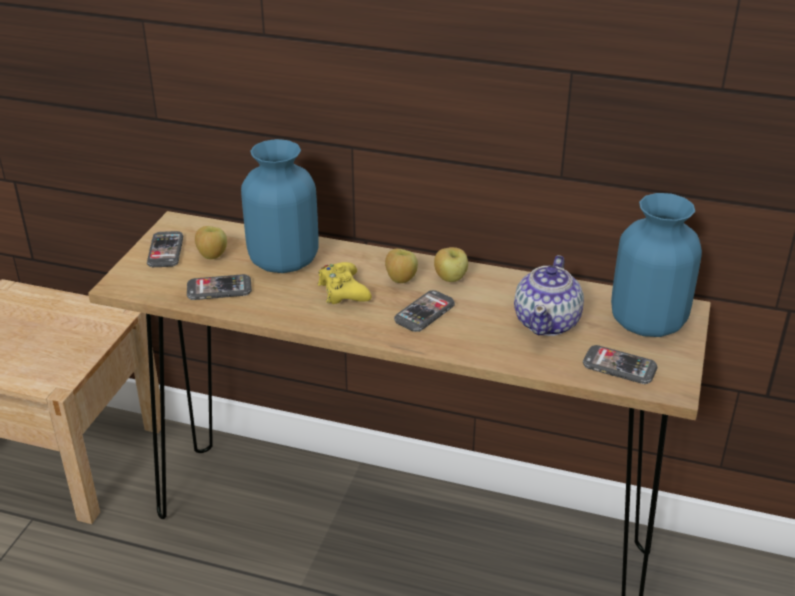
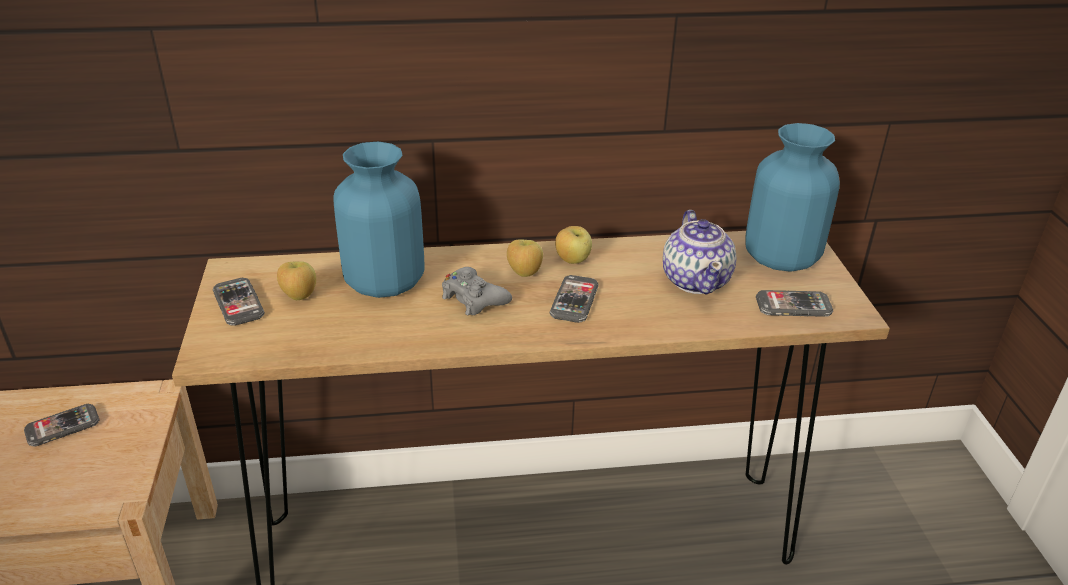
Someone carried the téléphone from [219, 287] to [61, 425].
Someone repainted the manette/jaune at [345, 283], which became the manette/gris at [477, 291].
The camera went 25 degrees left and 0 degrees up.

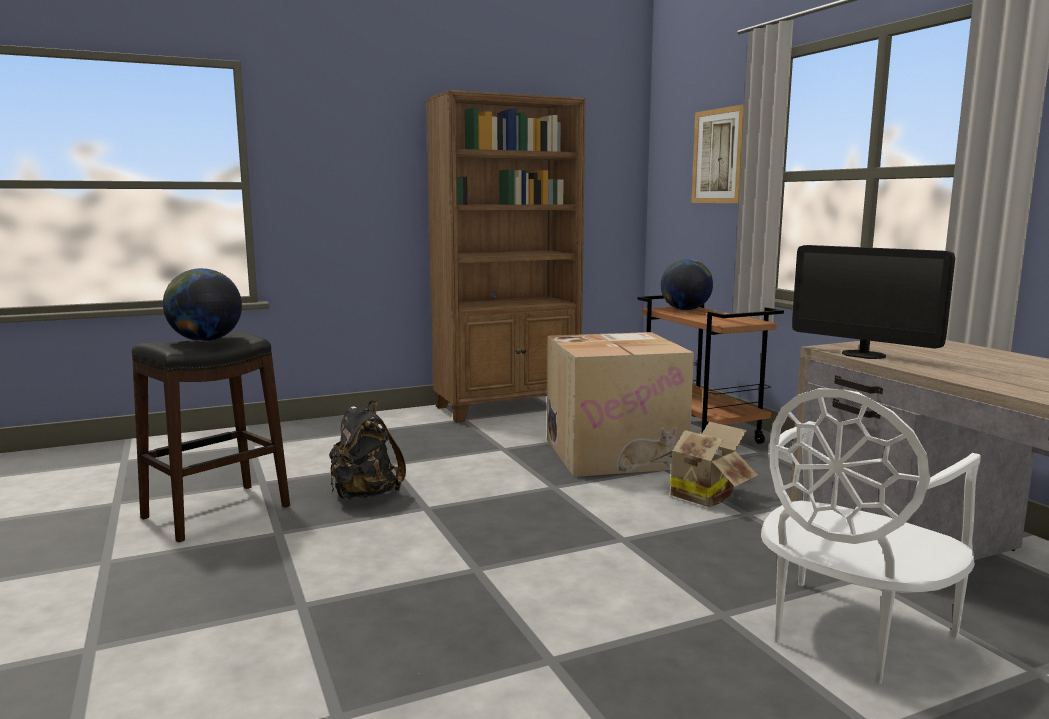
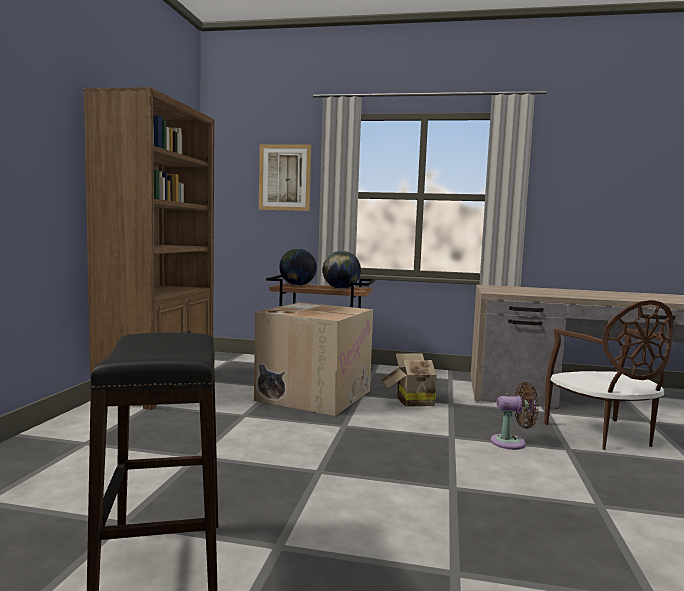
Someone carried the globe from [202, 304] to [342, 270].
Someone took away the sac à dos/noir at [367, 450].
Someone repainted the chaise/blanc at [871, 536], which became the chaise/marron at [608, 375].
Someone took away the écran d'ordinateur at [873, 302].
Someone put down the ventilateur/marron at [515, 416].
The camera went 55 degrees left and 5 degrees down.

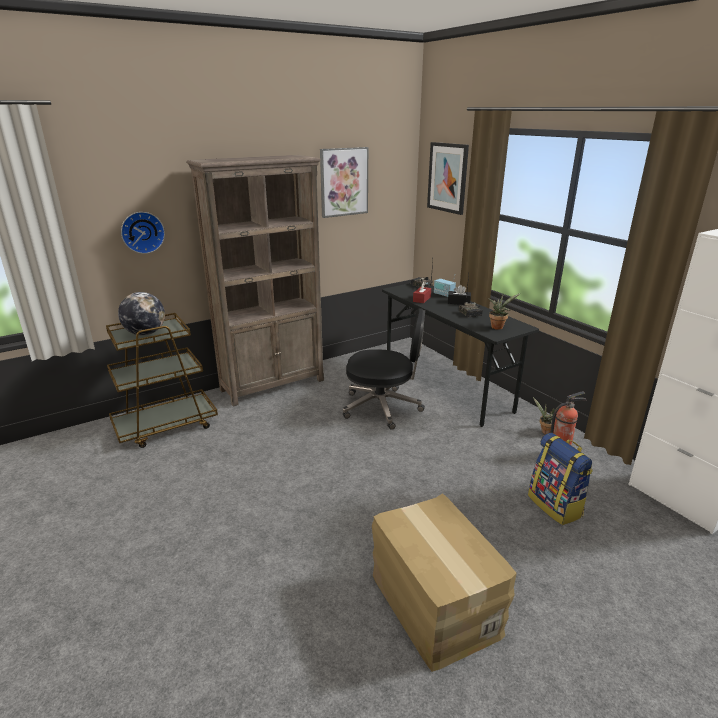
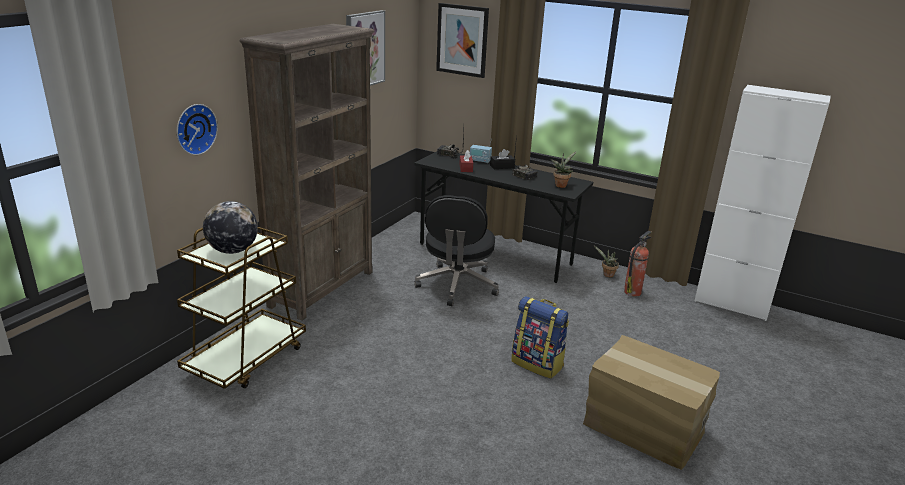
Someone rotated the chaise de bureau/noir at [384, 369] by 120 degrees clockwise.
Someone carried the sac à dos from [560, 479] to [540, 337].
The camera went 30 degrees left and 0 degrees up.

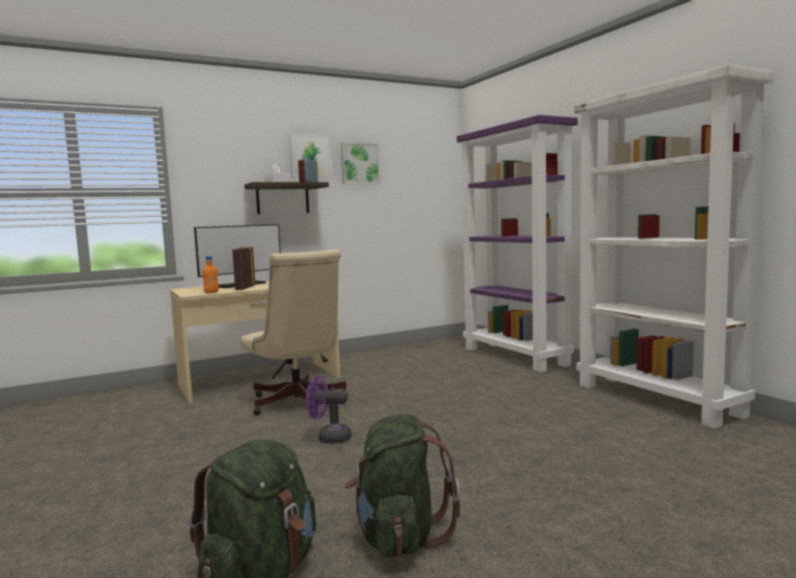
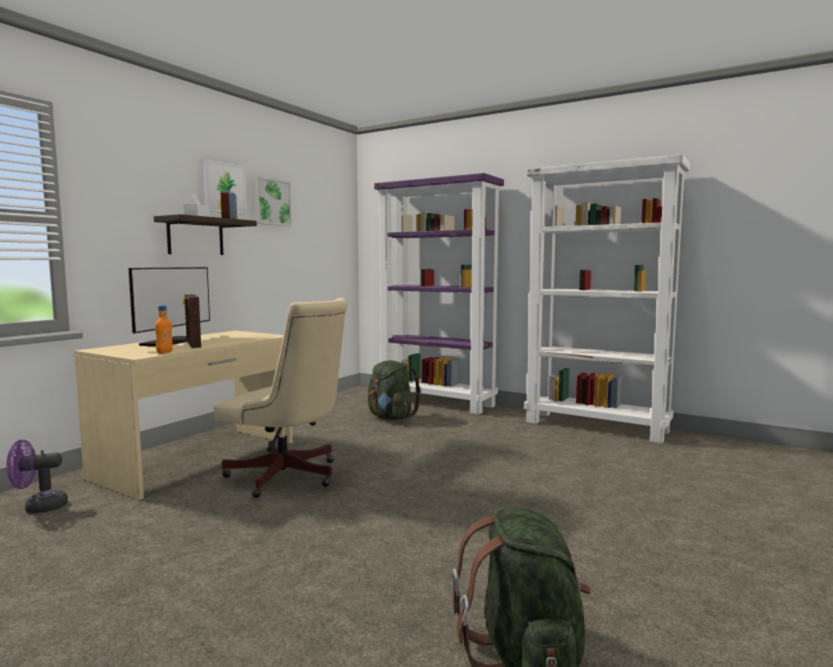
Someone carried the ventilateur/violet from [328, 410] to [37, 476].
Someone carried the sac à dos/vert from [402, 485] to [394, 390].
The camera went 30 degrees left and 0 degrees up.

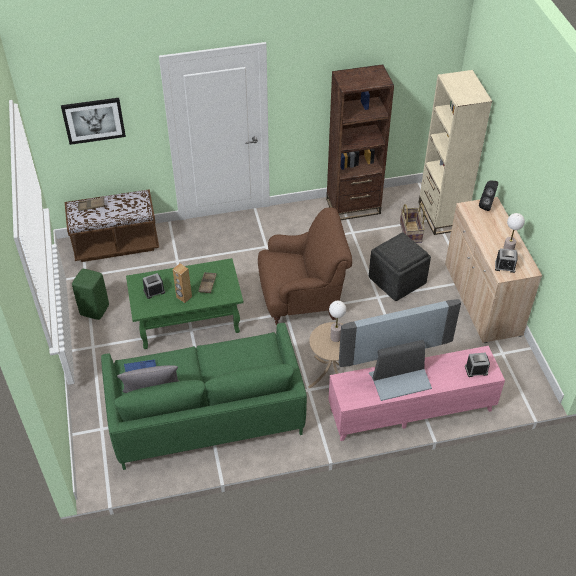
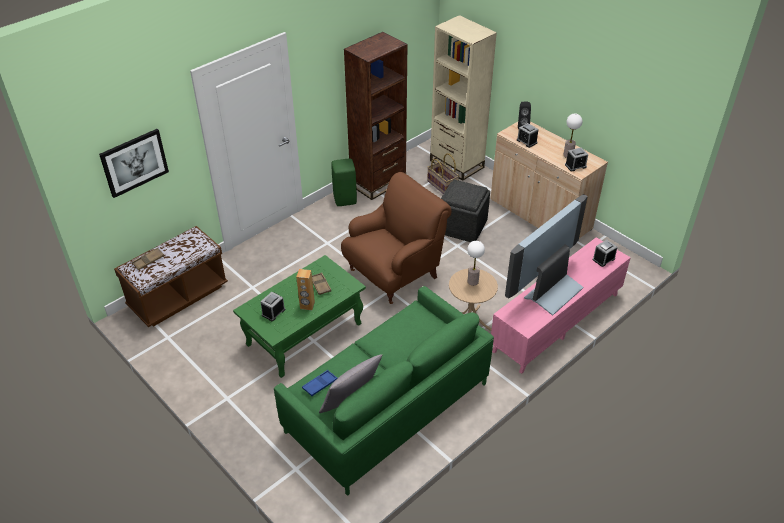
Someone carried the tabouret/vert from [90, 294] to [344, 182].
Someone put down the réveil at [527, 135].
The camera went 30 degrees left and 5 degrees down.

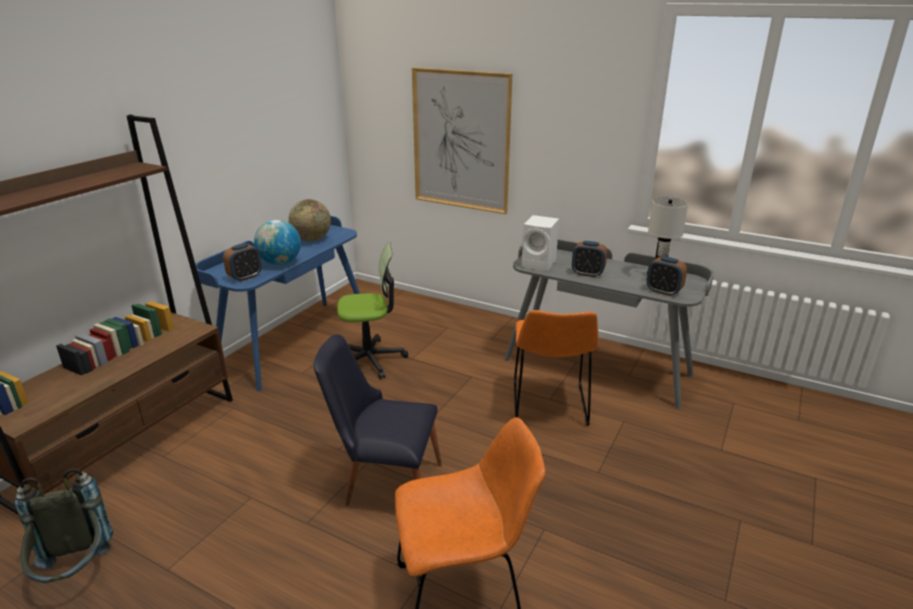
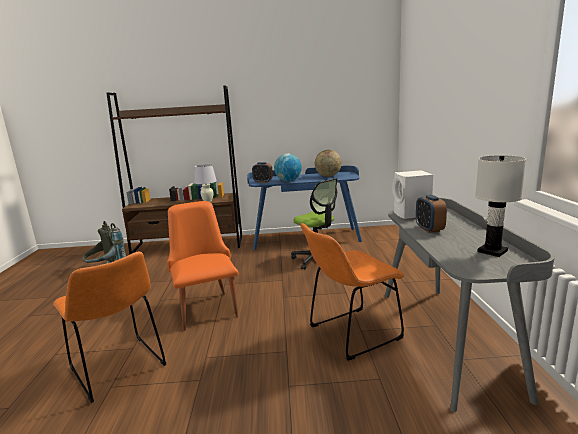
Someone repainted the chaise/noir at [378, 420], which became the chaise/orange at [202, 266].
Someone took away the tableau at [462, 140].
Someone took away the réveil at [666, 276].
Someone put down the lampe de table/blanc at [206, 183].
The camera went 60 degrees right and 10 degrees down.

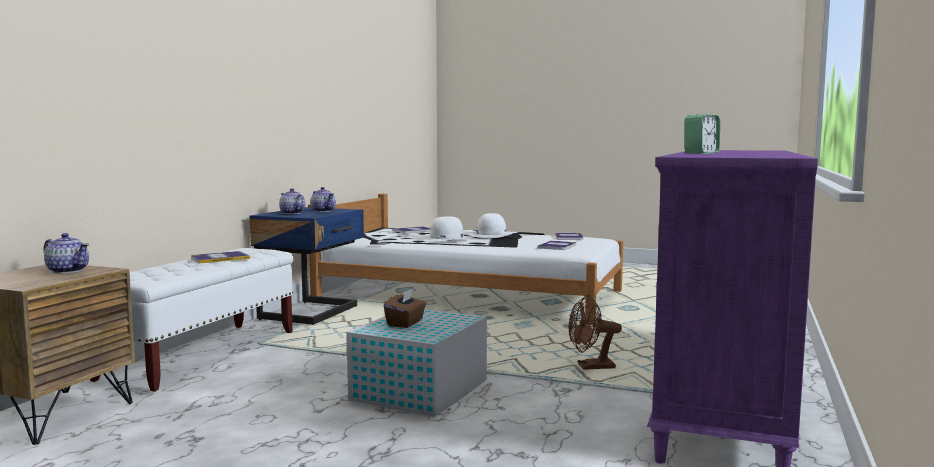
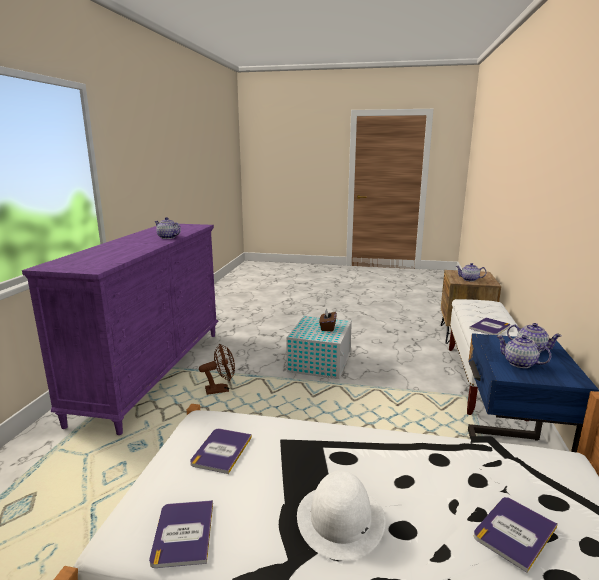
Someone took away the chapeau/blanc at [447, 229].
Someone swapped the réveil at [702, 134] for the théière at [167, 228].
The camera went 170 degrees right and 10 degrees up.

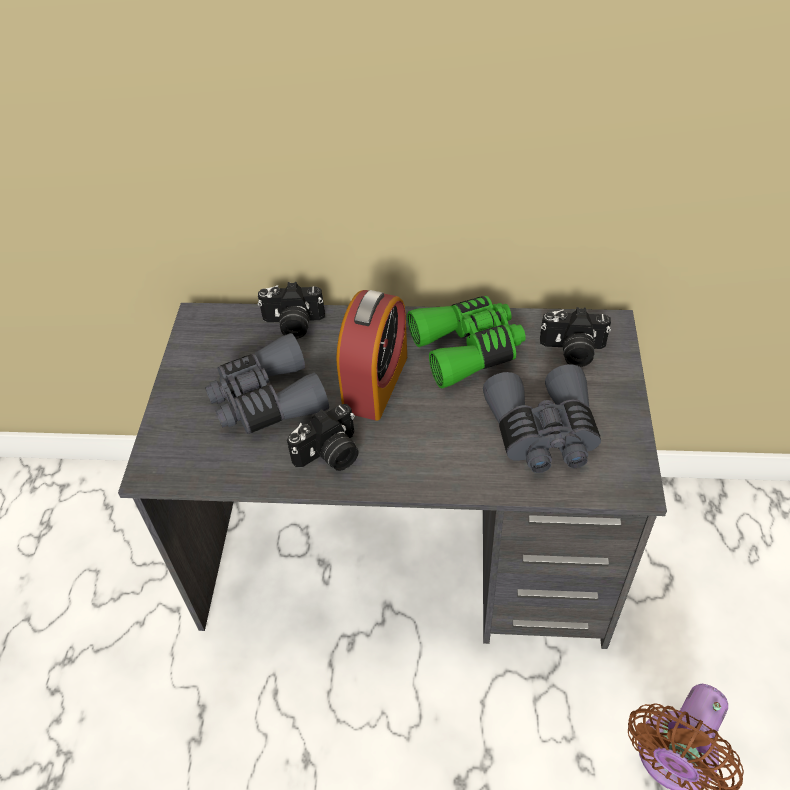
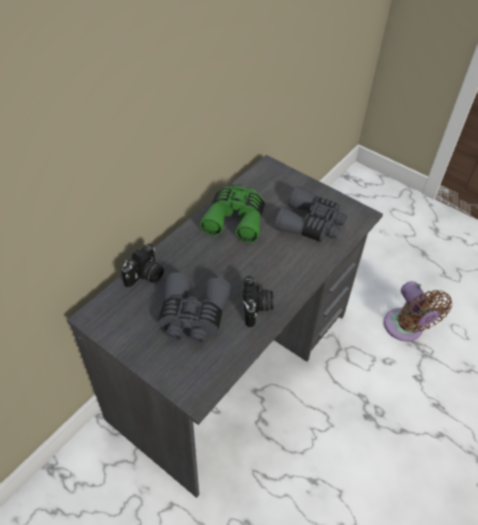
Someone took away the réveil at [371, 355].
Someone took away the appareil photo at [575, 337].
The camera went 60 degrees left and 0 degrees up.

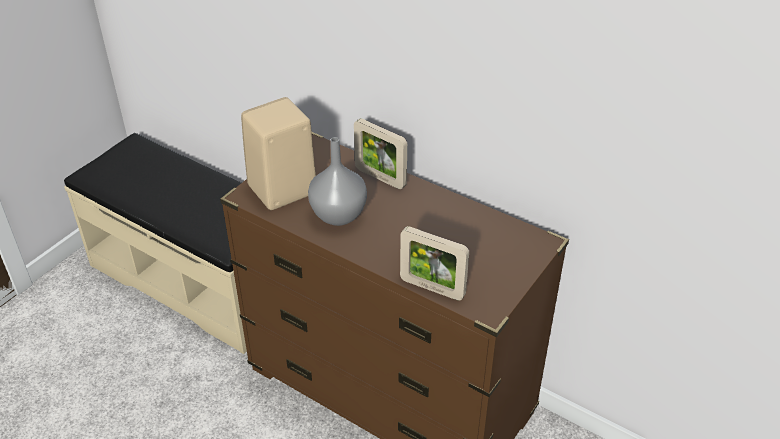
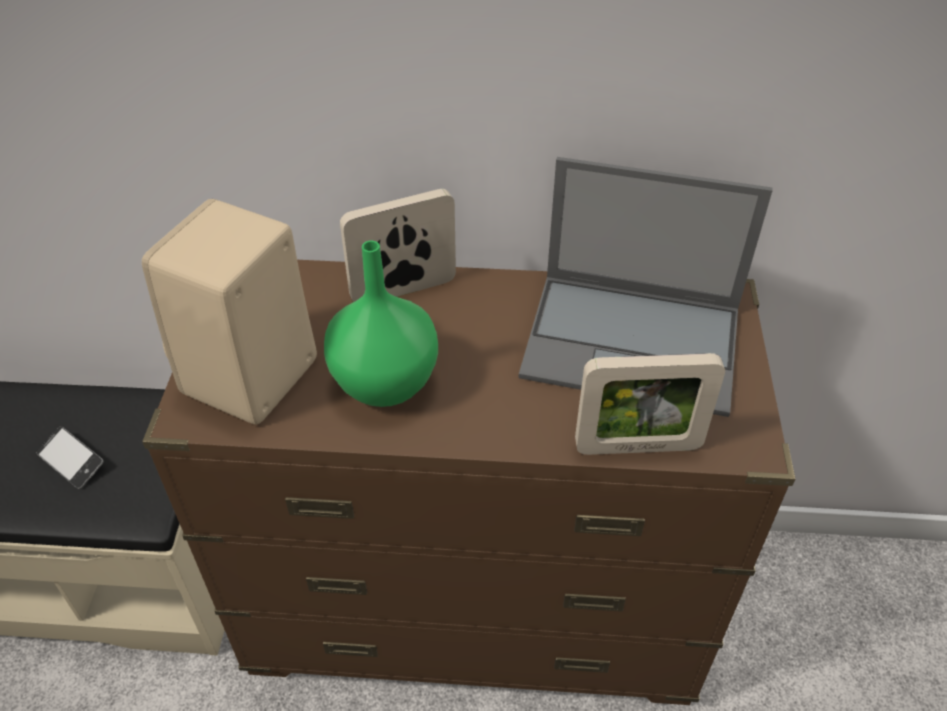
Someone repainted the vase/gris at [337, 181], which became the vase/vert at [381, 324].
Someone rotated the cadre photo at [380, 153] by 150 degrees clockwise.
Someone put down the téléphone at [70, 457].
Someone put down the ordinateur portable at [646, 287].
The camera went 30 degrees left and 5 degrees up.

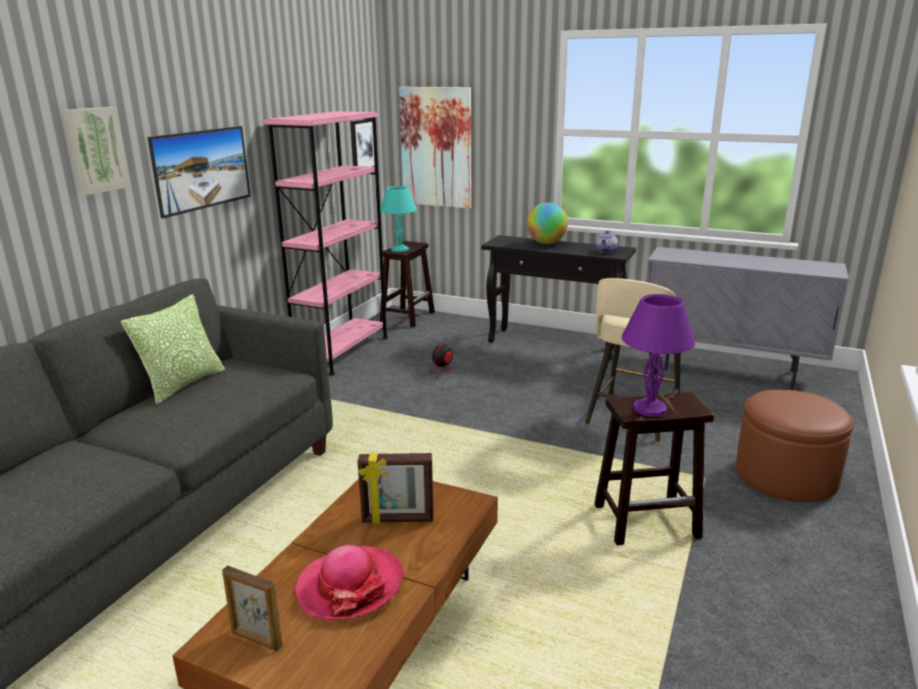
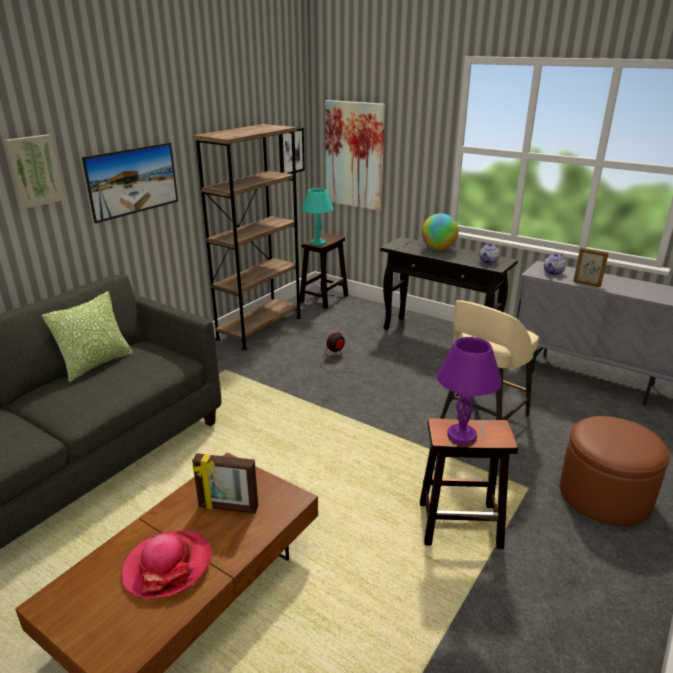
Someone carried the cadre photo from [252, 608] to [591, 267].
Someone repainted the bibliothèque/rose at [326, 243], which became the bibliothèque/marron at [246, 237].
Someone put down the théière at [555, 264].
The camera went 10 degrees right and 5 degrees up.

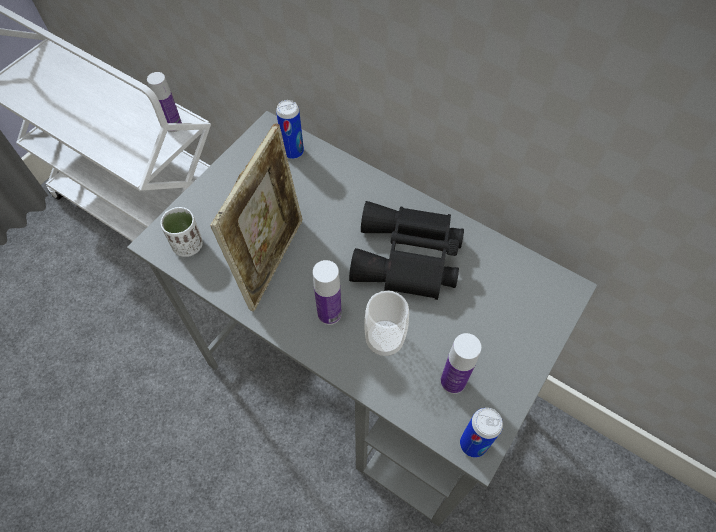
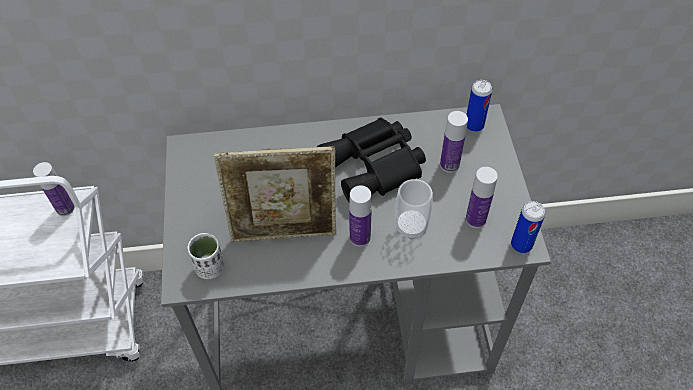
Someone rotated the cadre photo at [256, 217] by 105 degrees clockwise.
Someone carried the boîte métallique from [290, 129] to [479, 106].
Someone put down the bouteille at [454, 142].
The camera went 40 degrees left and 5 degrees down.

